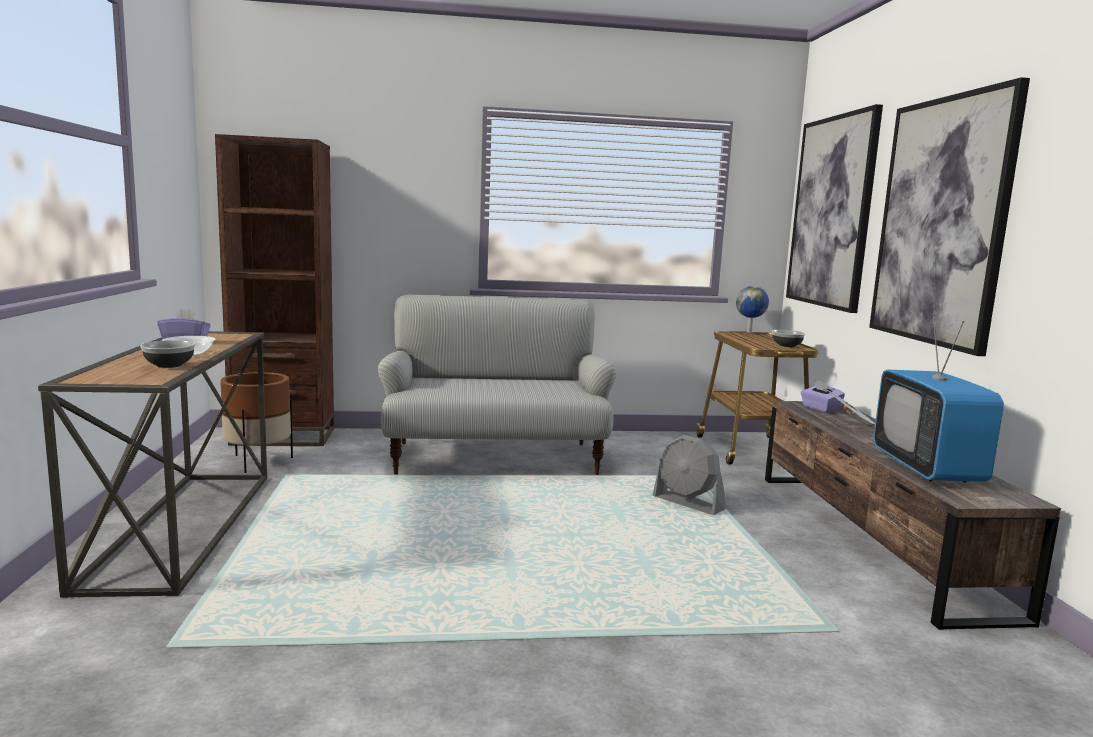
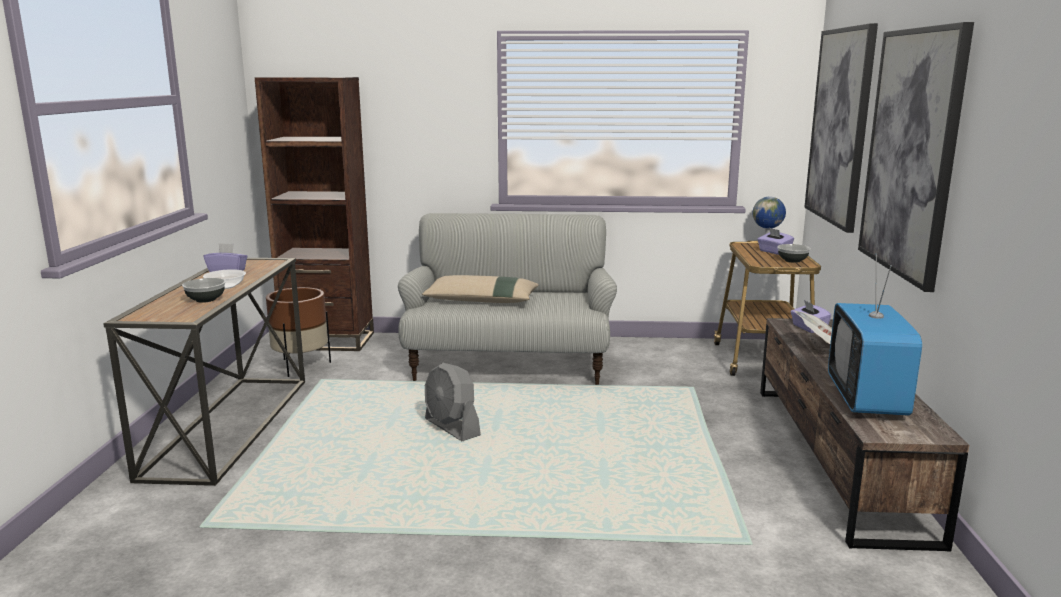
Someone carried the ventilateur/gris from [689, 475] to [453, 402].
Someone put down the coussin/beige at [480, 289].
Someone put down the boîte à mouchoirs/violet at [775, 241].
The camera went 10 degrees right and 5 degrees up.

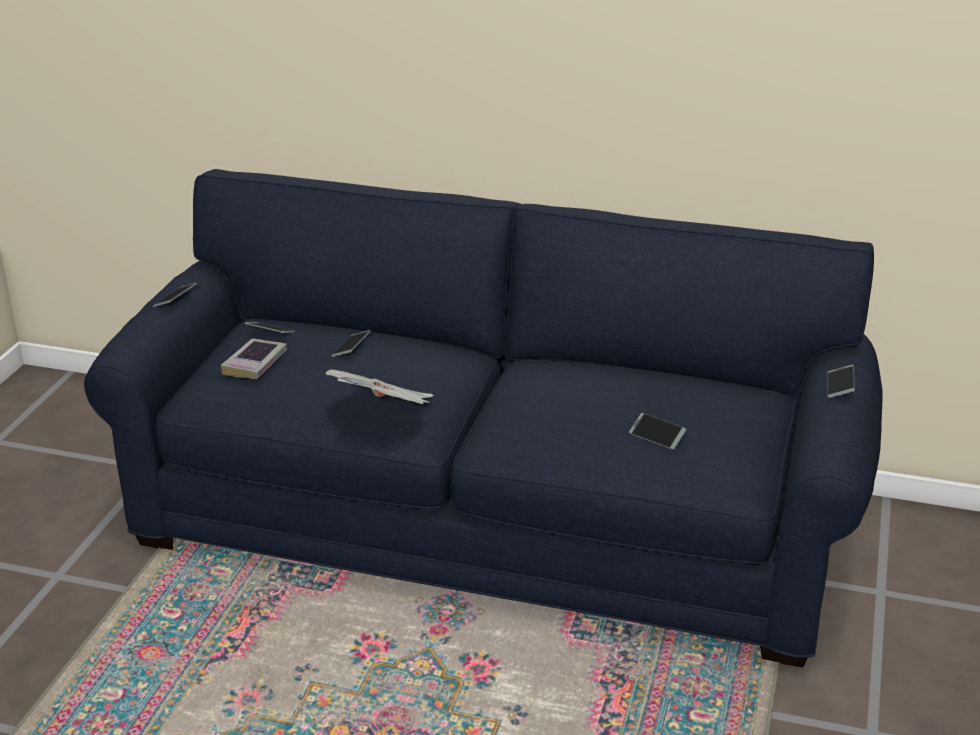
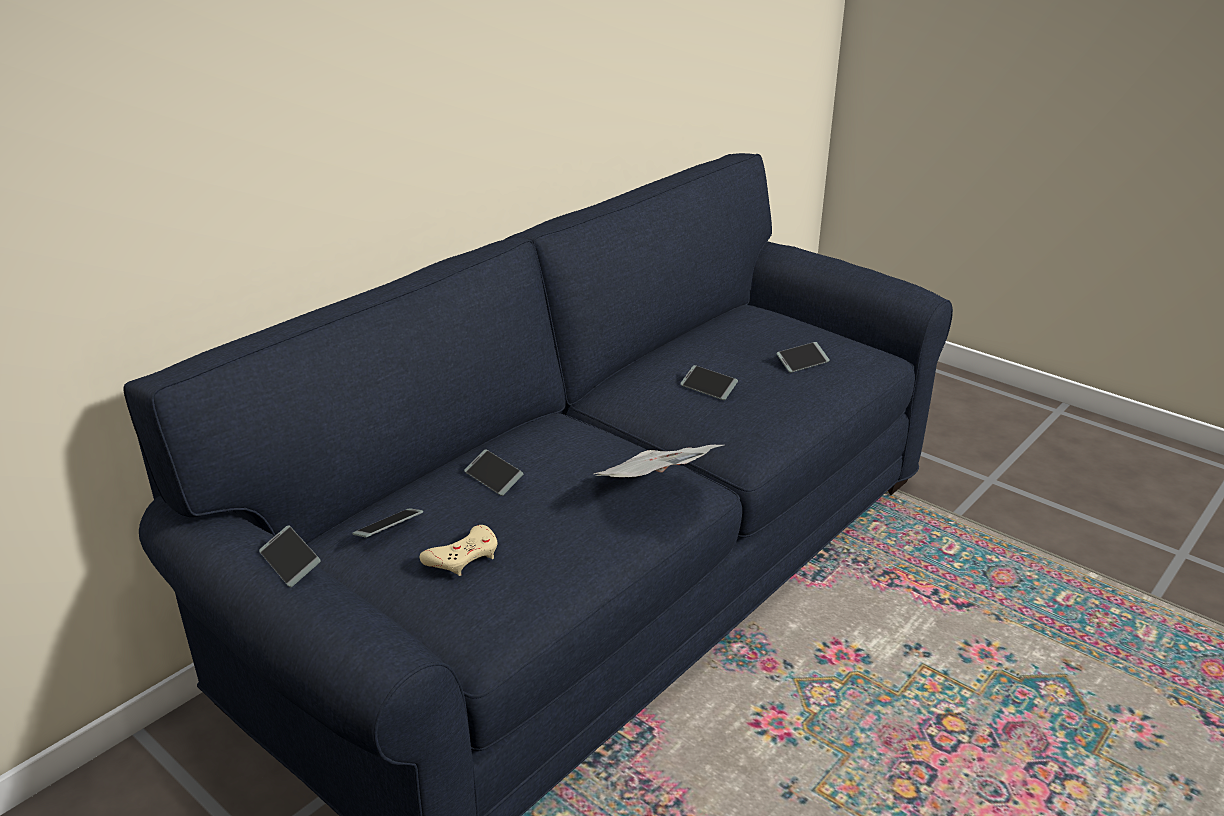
Someone swapped the livre at [254, 358] for the manette/beige at [458, 550].
Someone carried the téléphone from [841, 381] to [709, 382].
The camera went 65 degrees left and 0 degrees up.

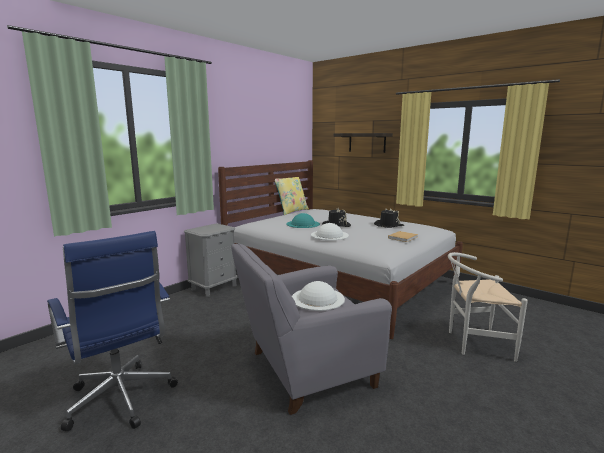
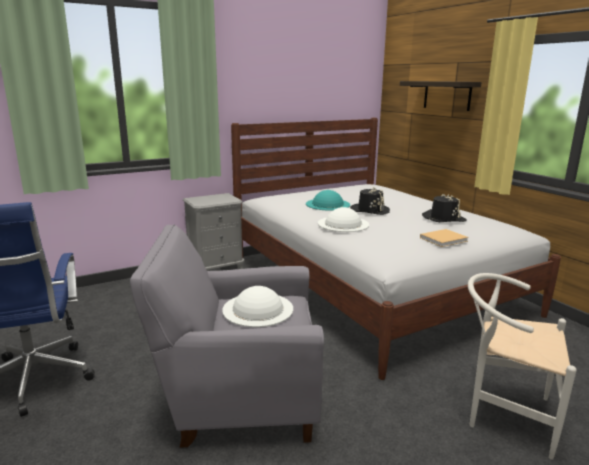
Someone took away the coussin/jaune at [292, 196].
The camera went 20 degrees right and 5 degrees up.

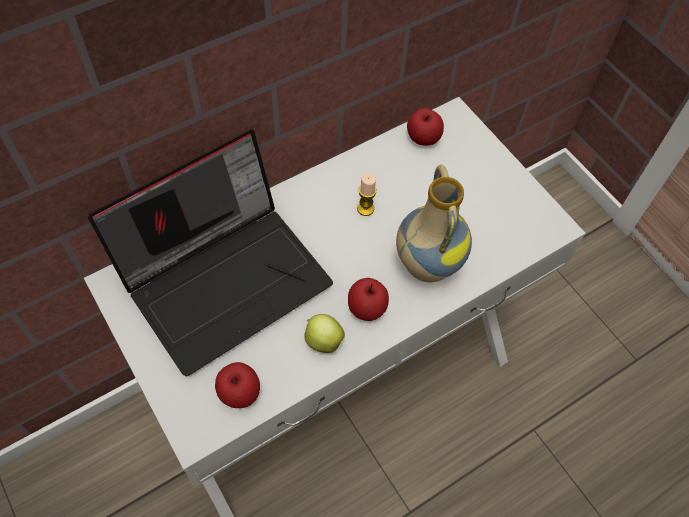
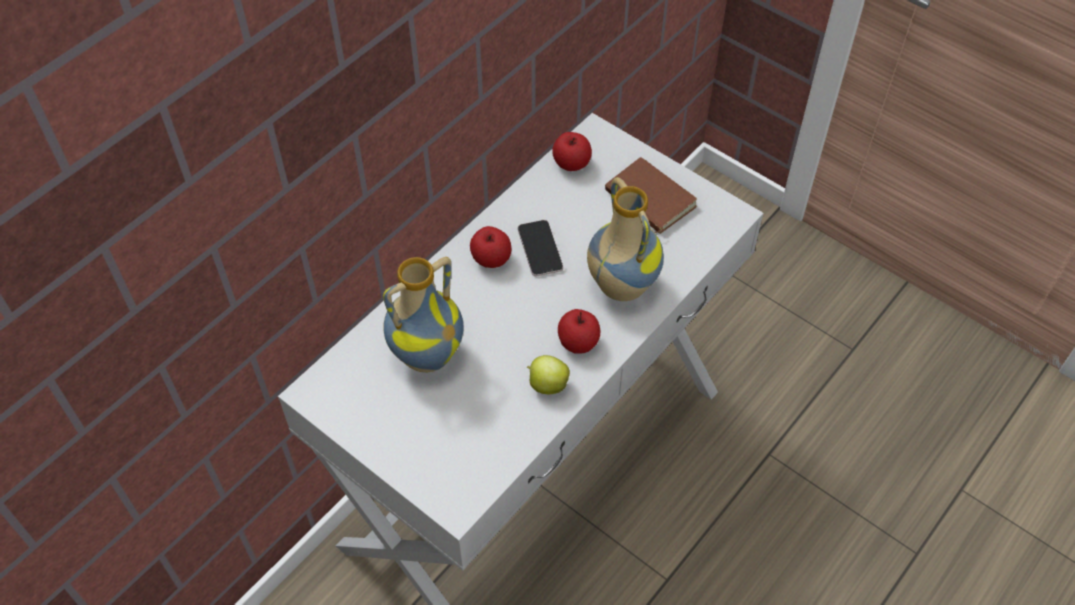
Someone swapped the ordinateur portable at [210, 253] for the vase at [423, 314].
Someone carried the pomme from [237, 385] to [490, 247].
Someone swapped the bougie at [367, 194] for the téléphone at [540, 248].
Someone put down the livre/marron at [651, 195].
The camera went 15 degrees left and 5 degrees down.

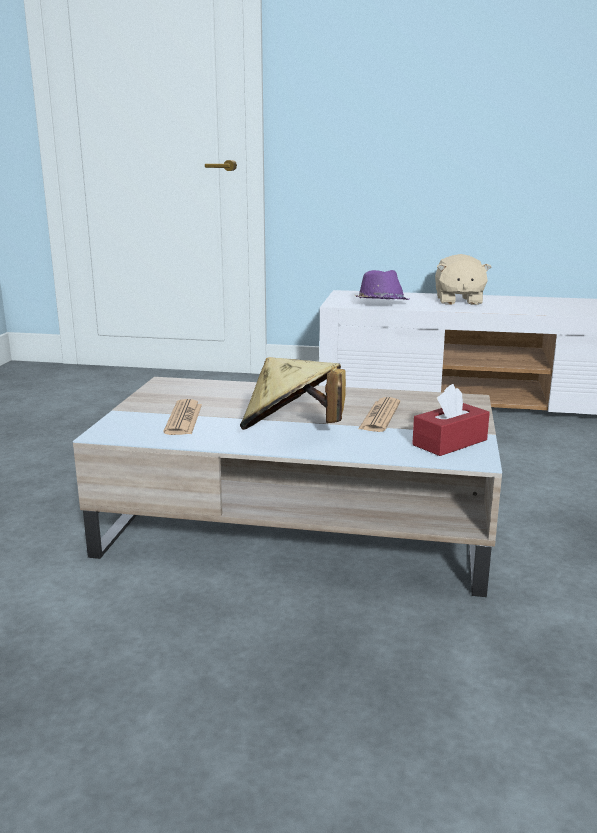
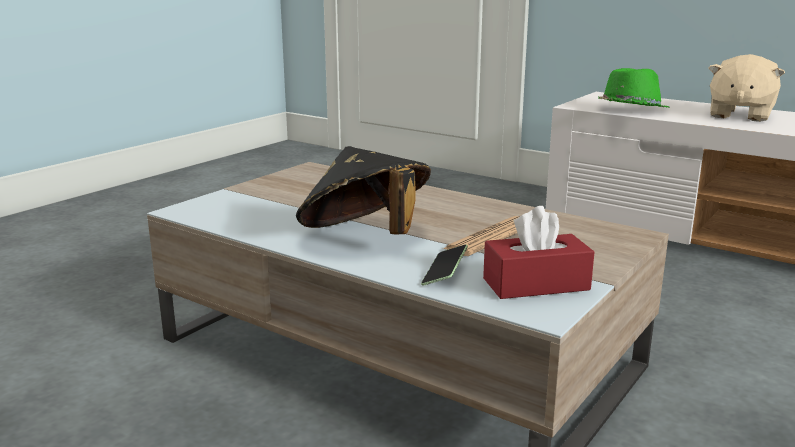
Someone took away the journal at [183, 417].
Someone repainted the chapeau/beige at [293, 393], which became the chapeau/noir at [363, 190].
Someone repainted the chapeau/violet at [382, 285], which became the chapeau/vert at [633, 88].
Someone put down the téléphone at [444, 265].
The camera went 25 degrees right and 0 degrees up.

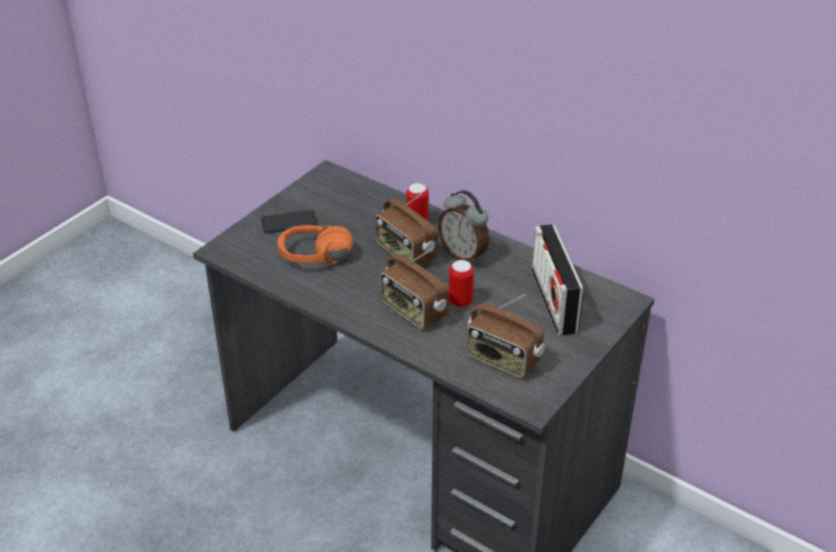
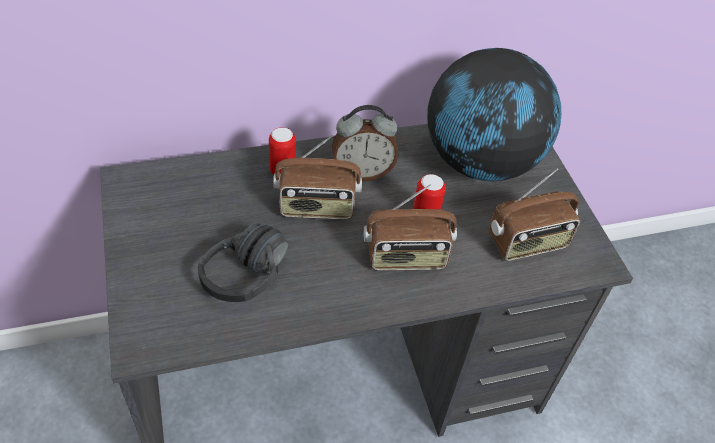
Someone took away the téléphone at [289, 221].
Someone repainted the casque audio/orange at [315, 245], which became the casque audio/noir at [243, 263].
Someone swapped the radio at [558, 279] for the globe at [494, 114].
The camera went 55 degrees left and 10 degrees up.

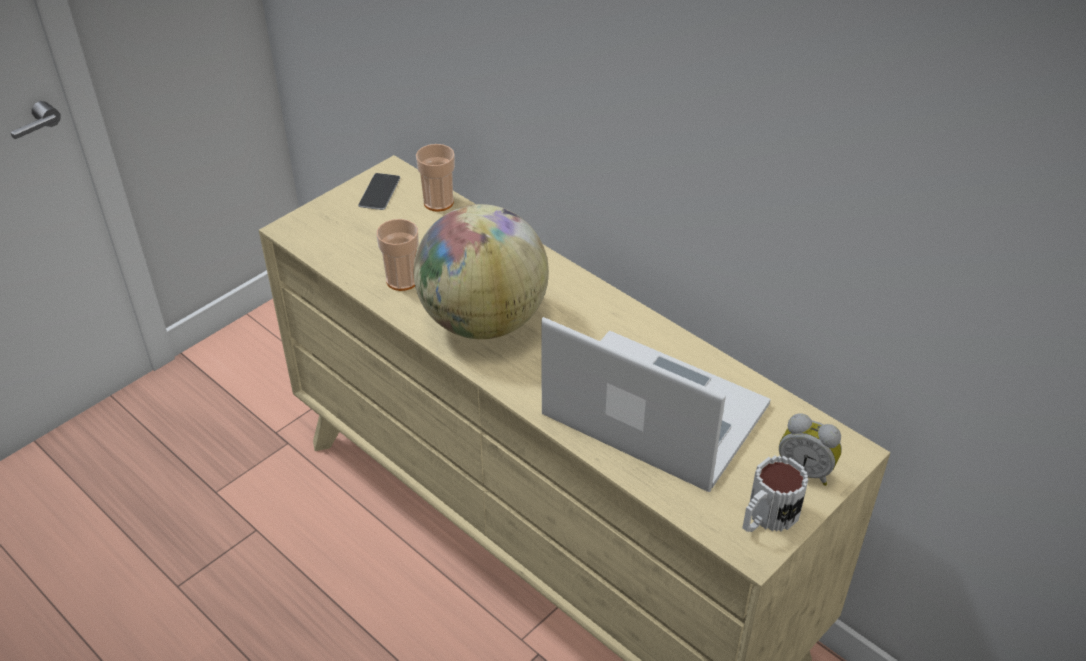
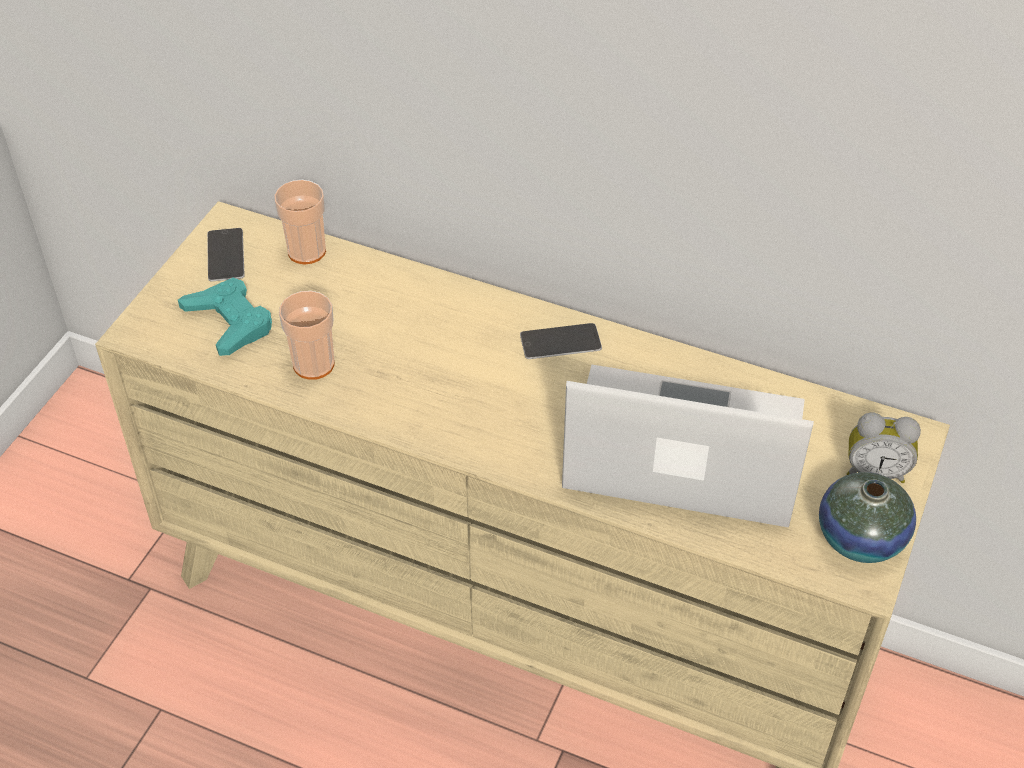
Someone took away the globe at [481, 271].
Someone swapped the mug at [775, 493] for the vase at [867, 517].
Someone put down the manette/turquoise at [225, 317].
Someone put down the téléphone at [561, 341].
The camera went 20 degrees left and 5 degrees up.

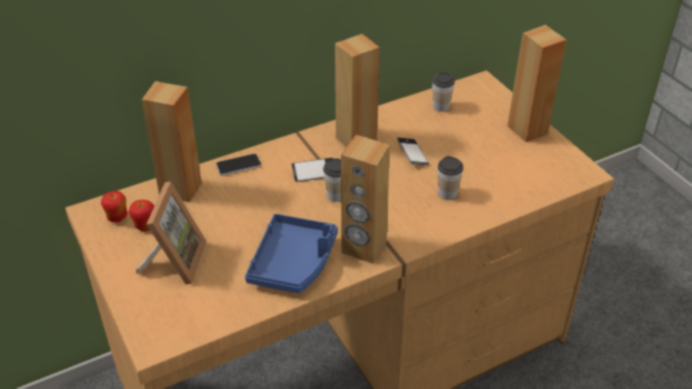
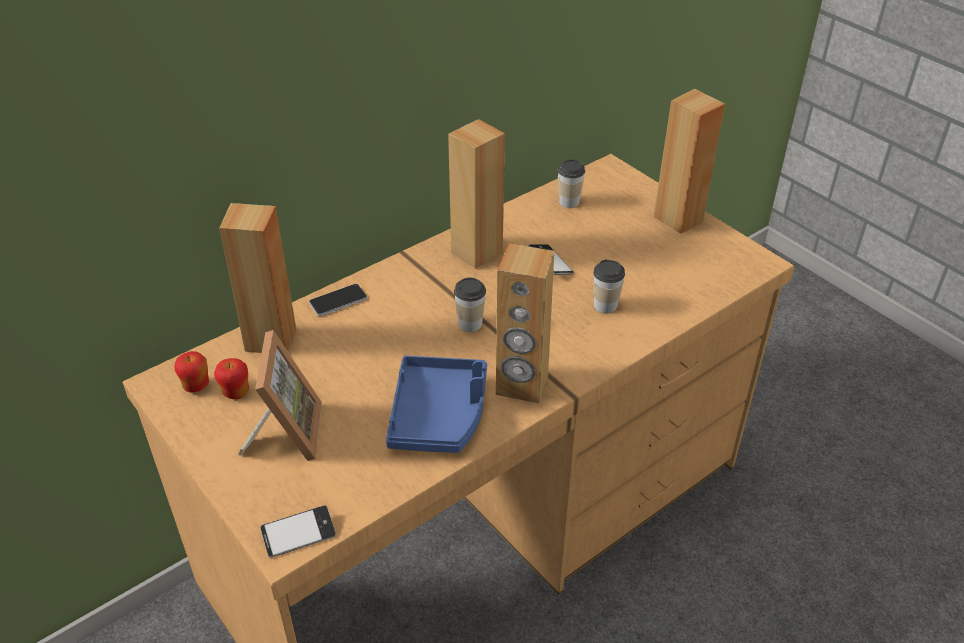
Someone carried the téléphone from [312, 170] to [298, 531].
The camera went 10 degrees left and 0 degrees up.

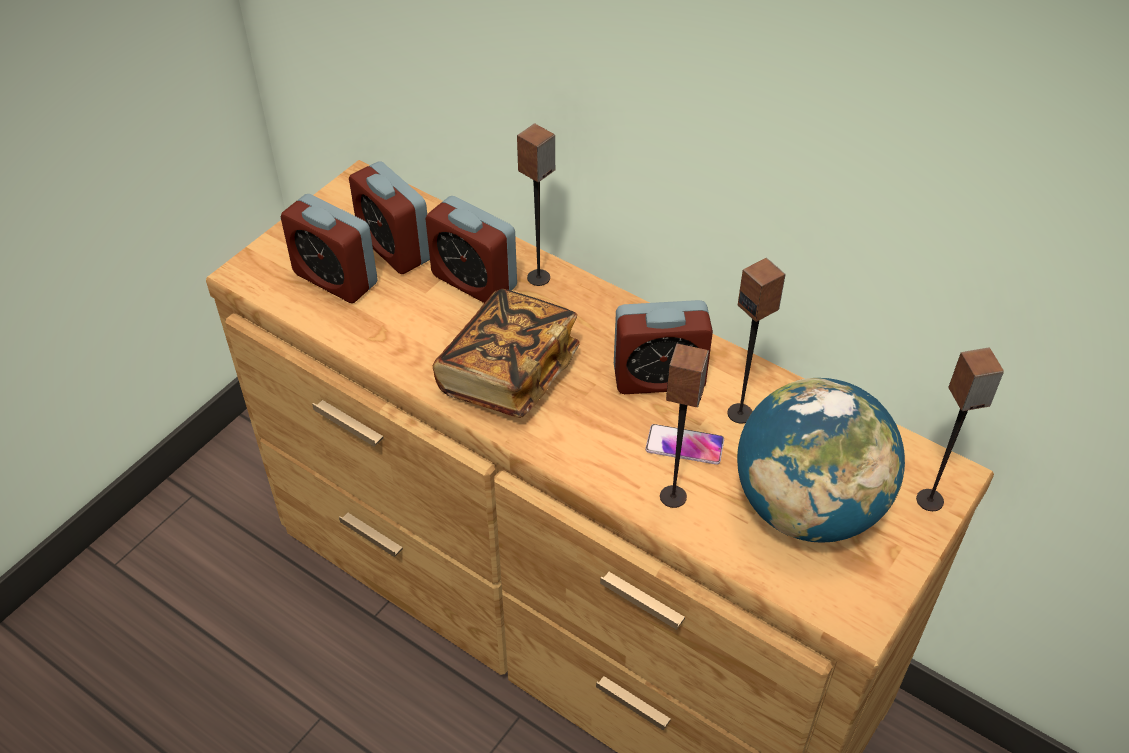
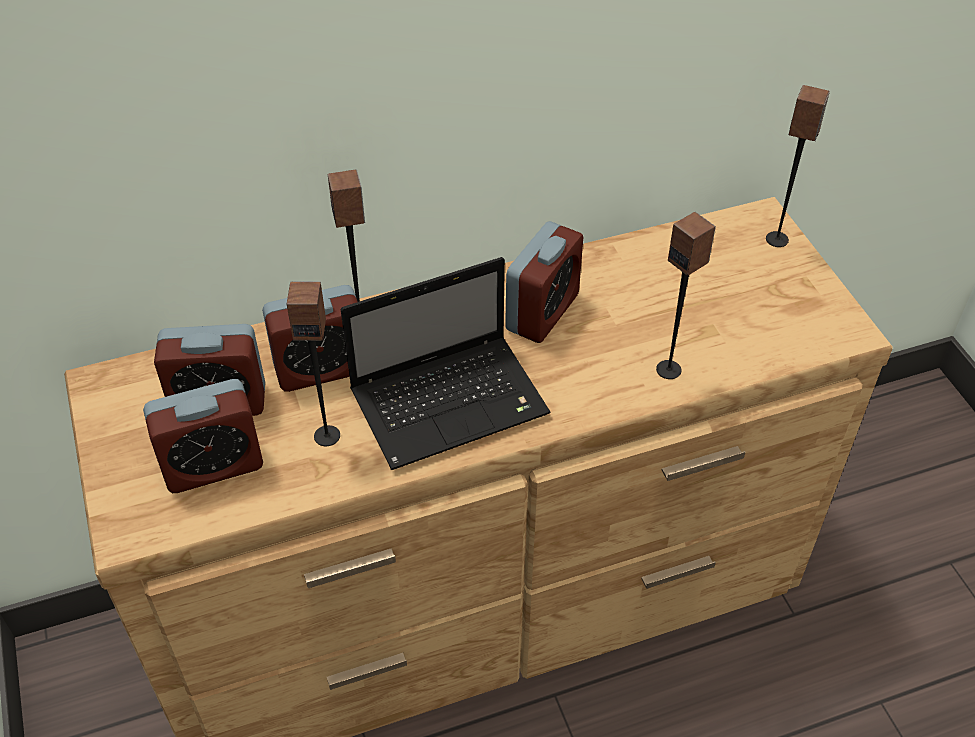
Someone swapped the livre at [506, 353] for the ordinateur portable at [446, 363].
Someone took away the téléphone at [684, 444].
Someone carried the enceinte from [756, 341] to [313, 363].
Someone took away the globe at [821, 460].
The camera went 55 degrees left and 0 degrees up.

